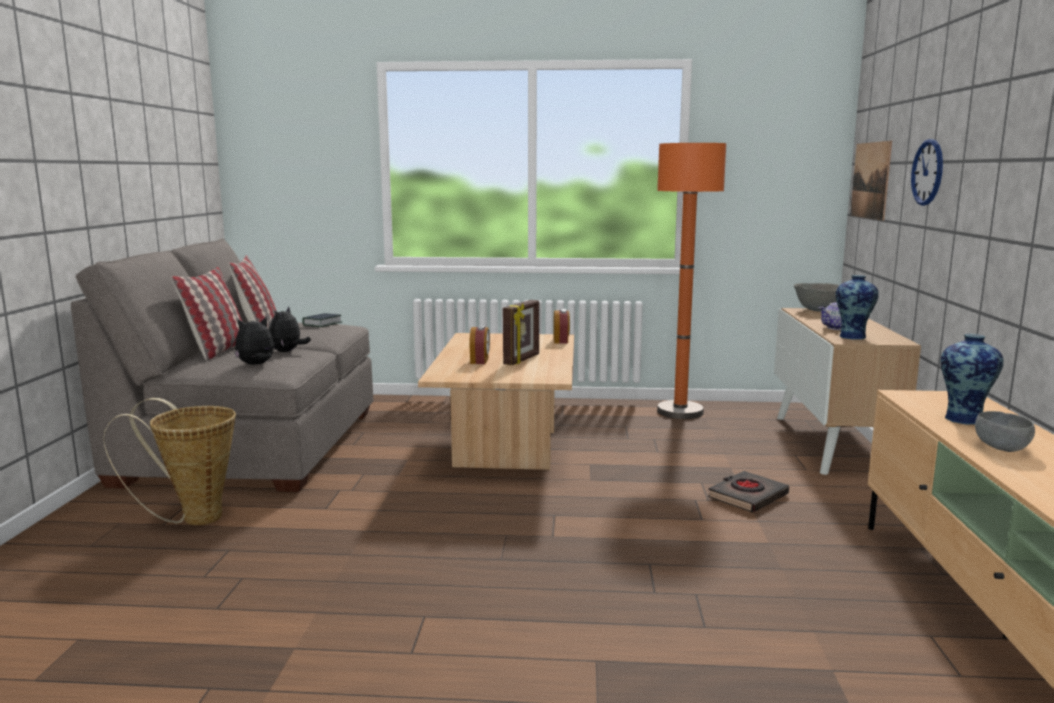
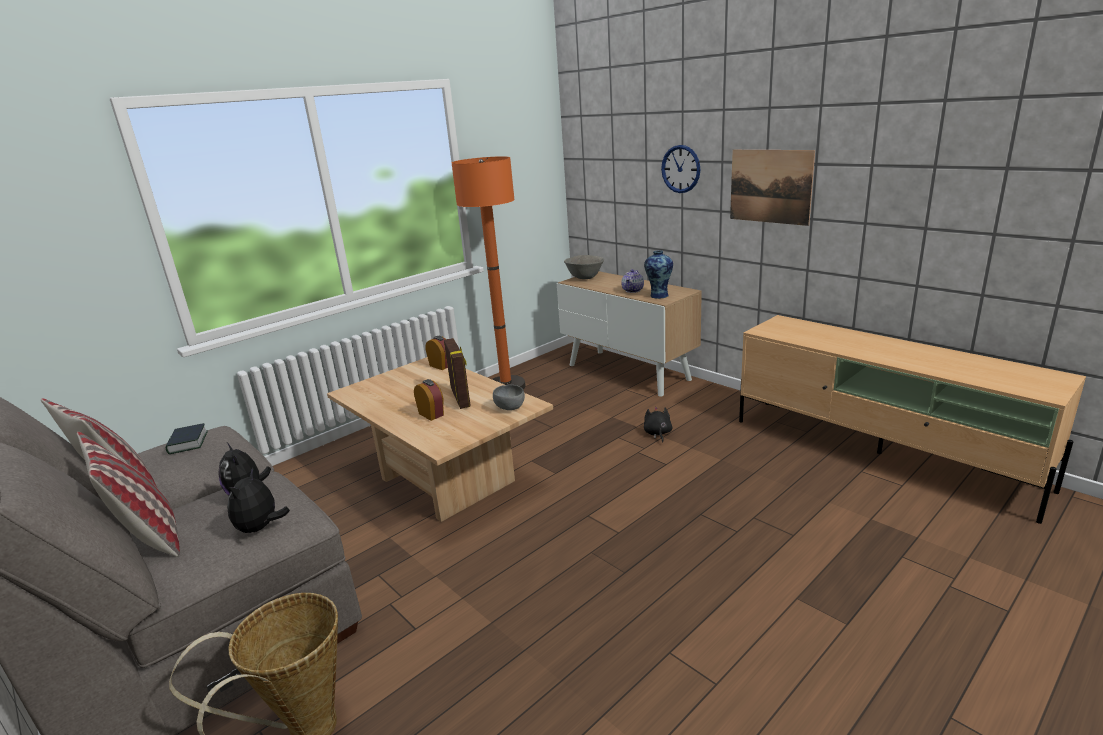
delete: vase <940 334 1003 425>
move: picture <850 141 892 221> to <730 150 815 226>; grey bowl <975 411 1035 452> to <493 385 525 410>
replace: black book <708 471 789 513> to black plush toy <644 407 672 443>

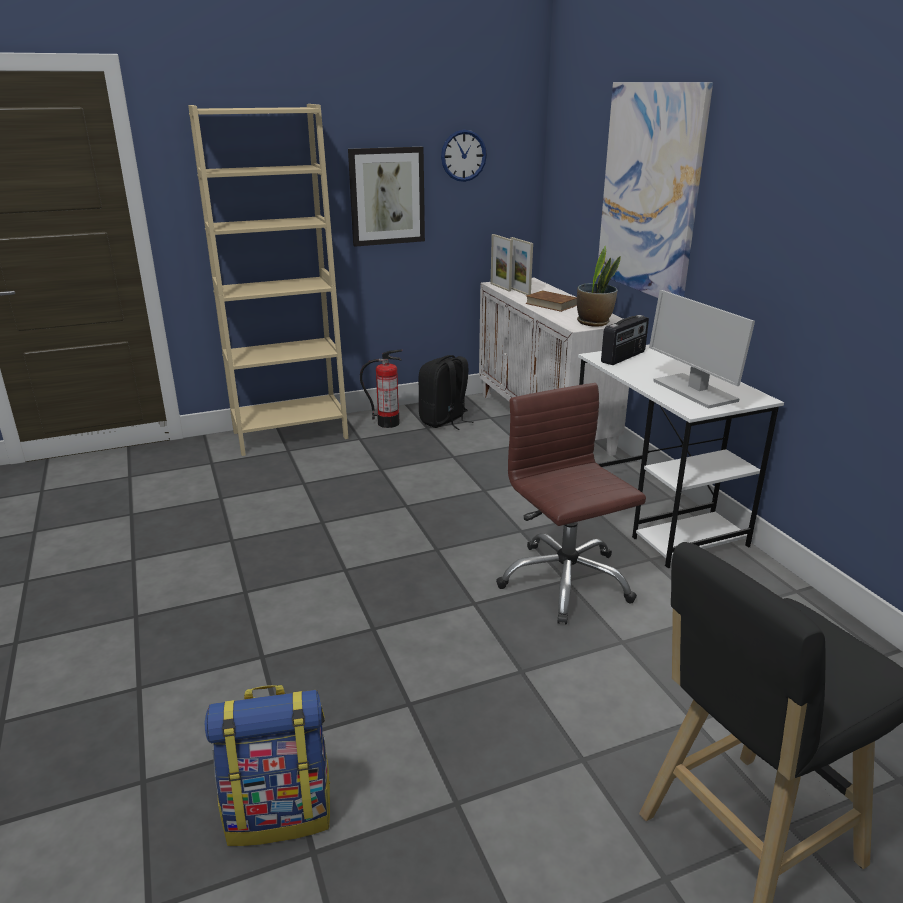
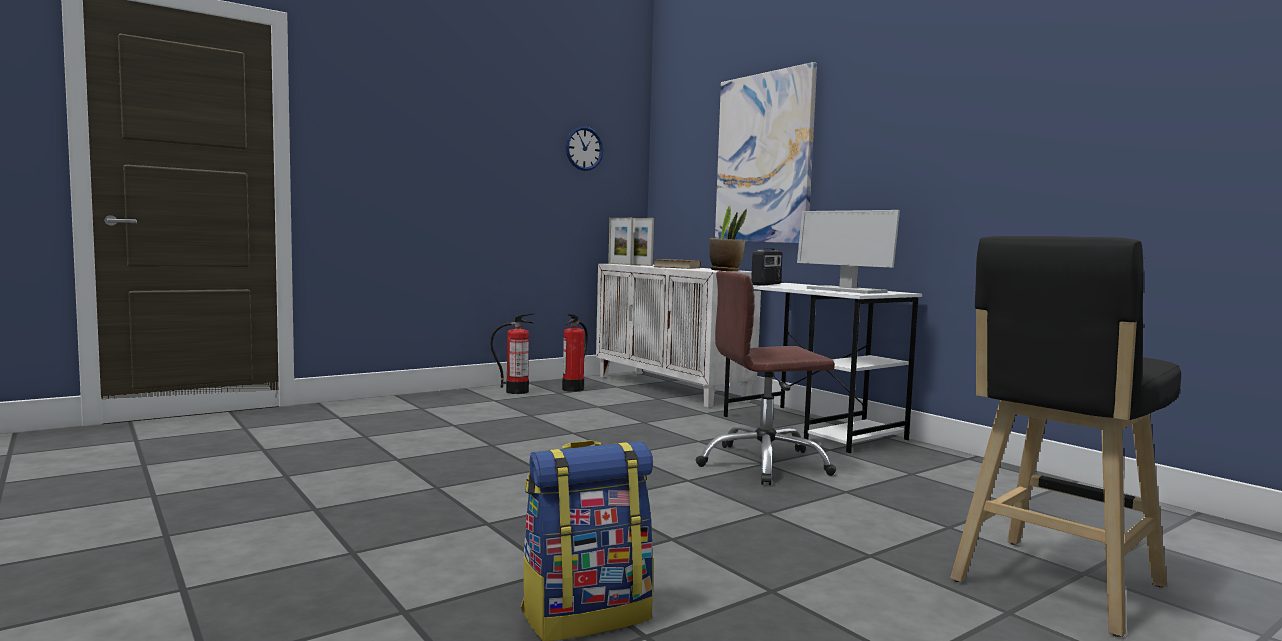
delete: beige bookcase <188 104 349 456>; picture <348 147 425 247>
replace: black backpack <419 355 474 430> to fire extinguisher <562 314 588 392>
rotate: brown office chair <496 383 646 625> = <696 271 837 485> 60 degrees counterclockwise

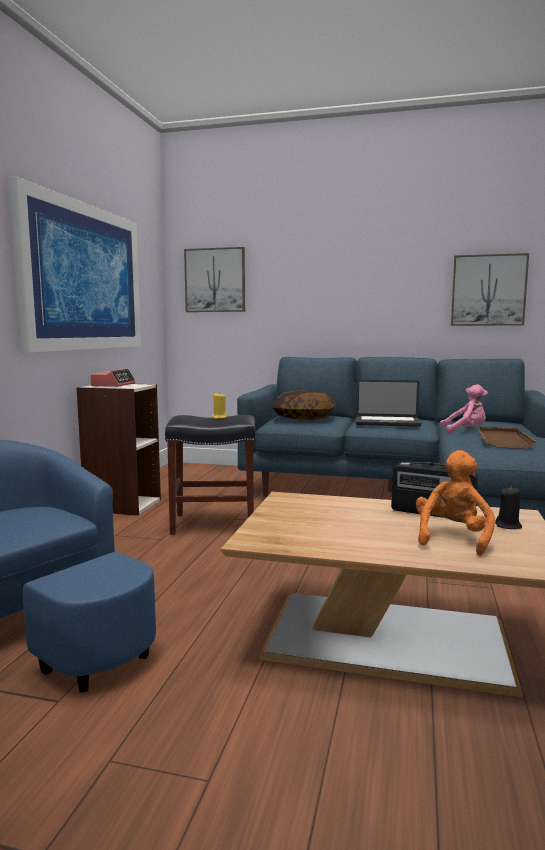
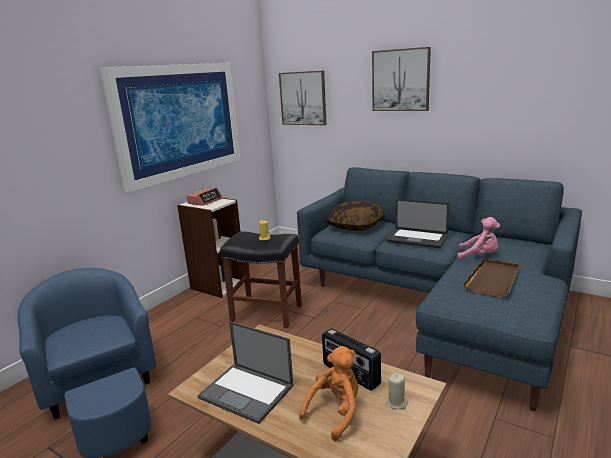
insert: laptop <197 321 294 424>
move: picture <451 253 529 326> to <372 47 431 111>
recolor: black candle <495 487 522 529> to beige candle <386 373 408 409>

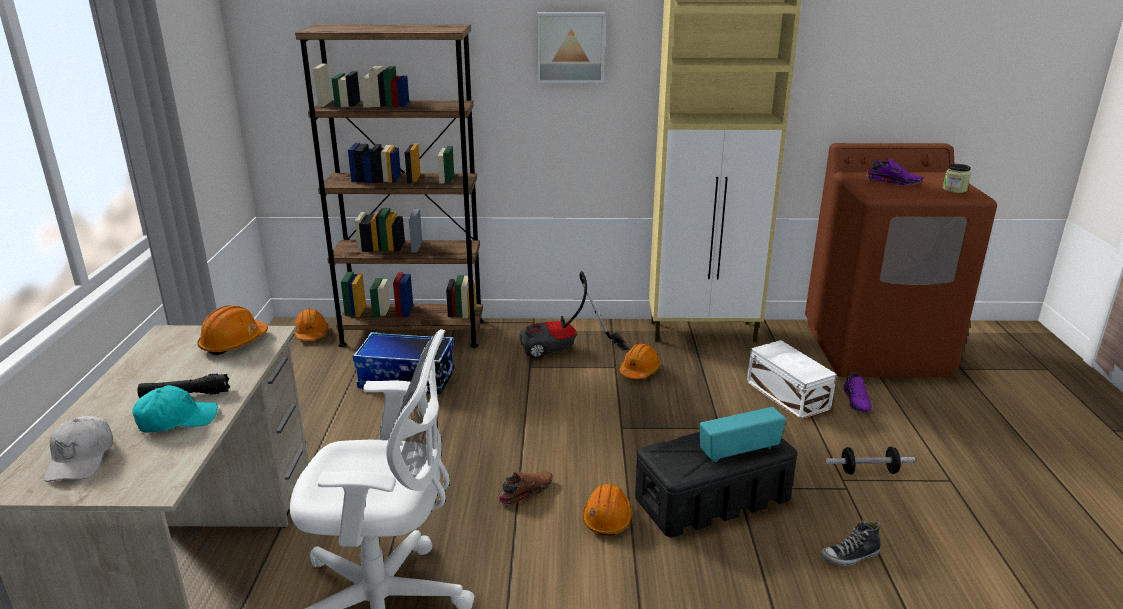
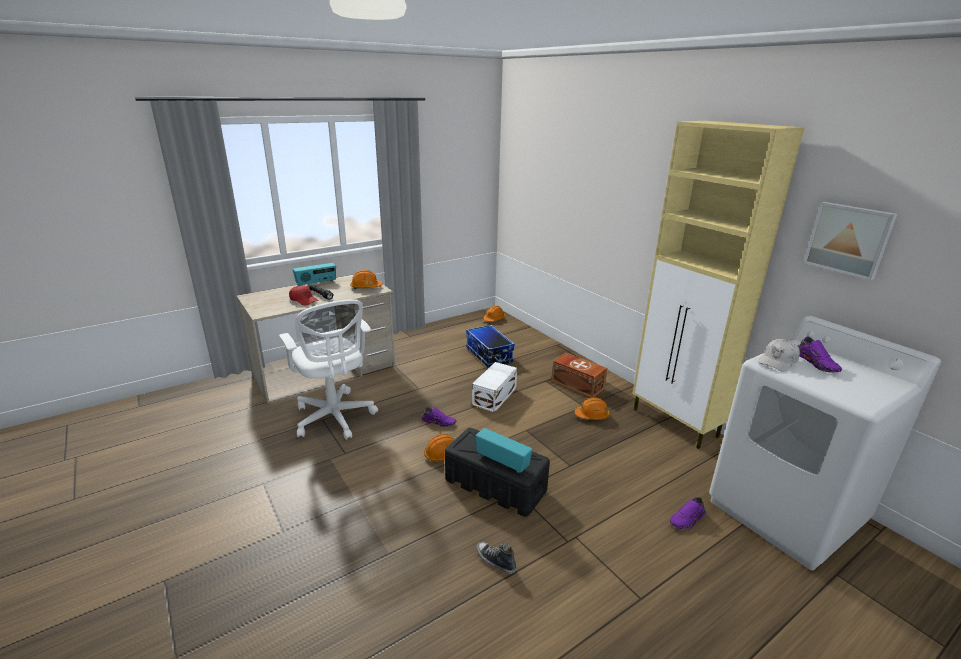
delete: brown bookcase <295 24 483 348>; dumbbell <826 447 915 475>; jar <943 164 971 193>
insert: radio <293 263 336 285>
move: white cap <44 416 113 482> to <758 339 800 372>; picture <537 12 605 83> to <803 202 897 280>; white storage box <747 340 837 420> to <472 362 517 413>
replace: vacuum cleaner <520 271 629 359> to brown storage box <551 353 607 398>
recolor: turquoise cap <132 385 218 432> to red cap <289 285 319 305>; brown shoe <497 472 553 505> to purple shoe <421 407 456 427>; brown washing machine <805 143 997 377> to white washing machine <709 316 941 570>

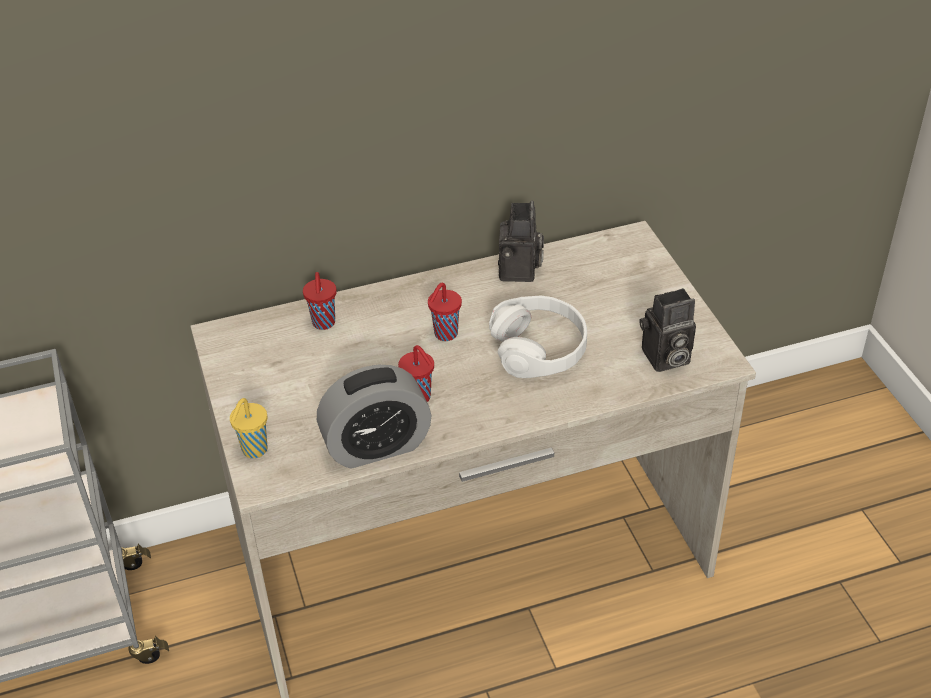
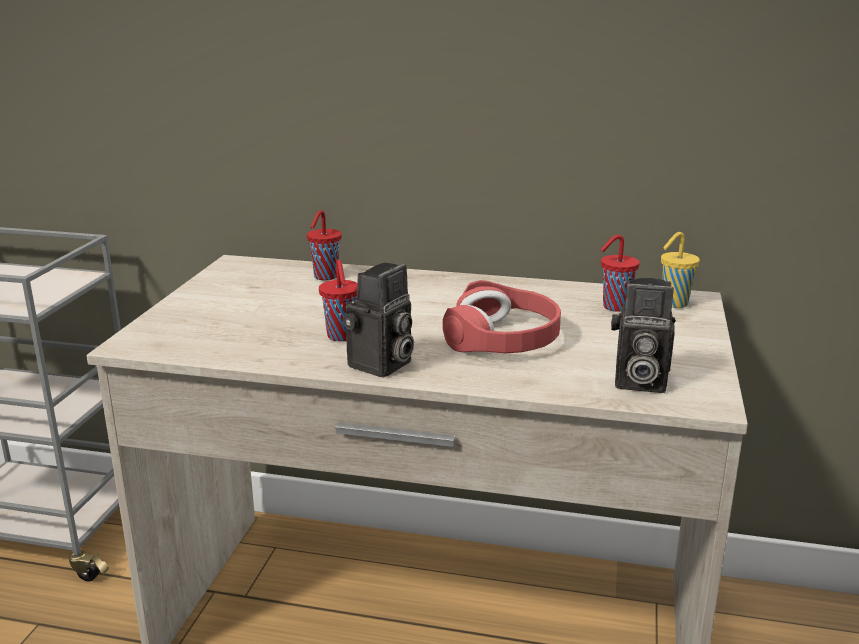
delete: alarm clock <317 365 431 469>
move: yellow cup <230 398 267 458> to <661 232 700 308>; red cup <428 283 462 341> to <601 234 640 312>; photo camera <498 200 544 282> to <343 263 414 378>
recolor: white headphones <489 295 587 378> to red headphones <443 280 561 353>

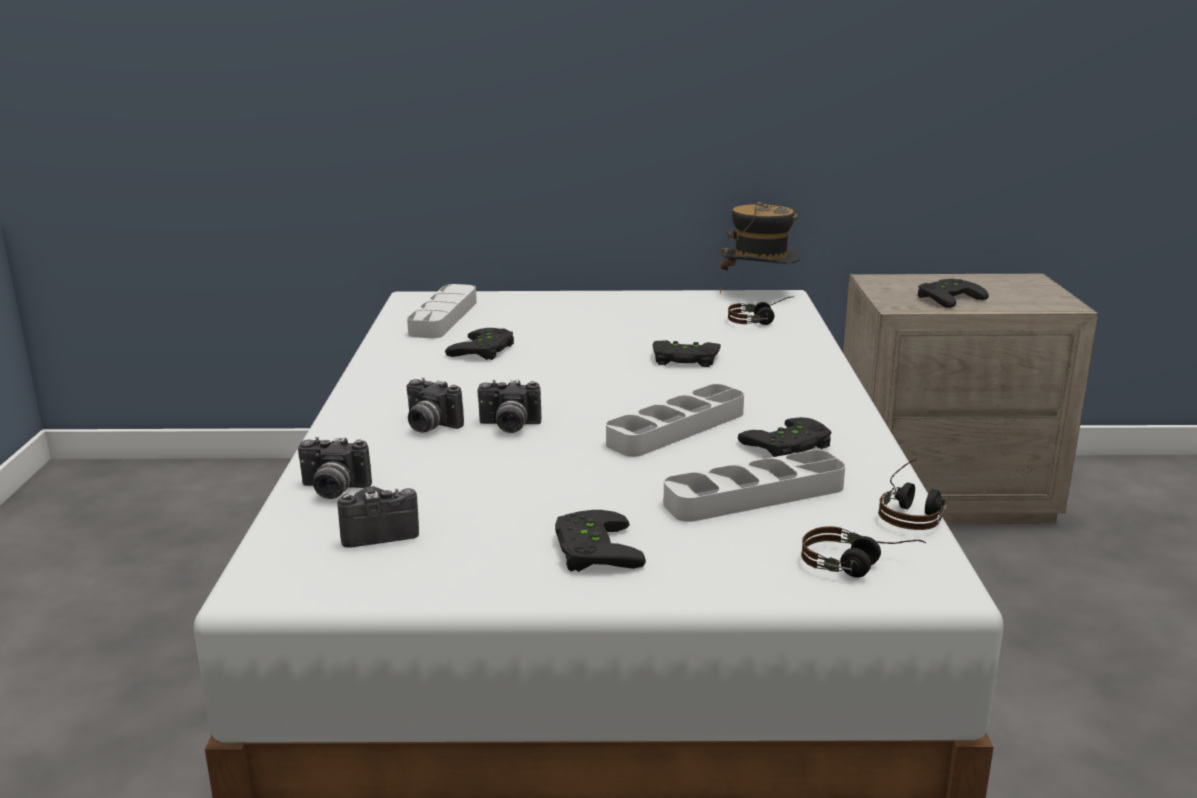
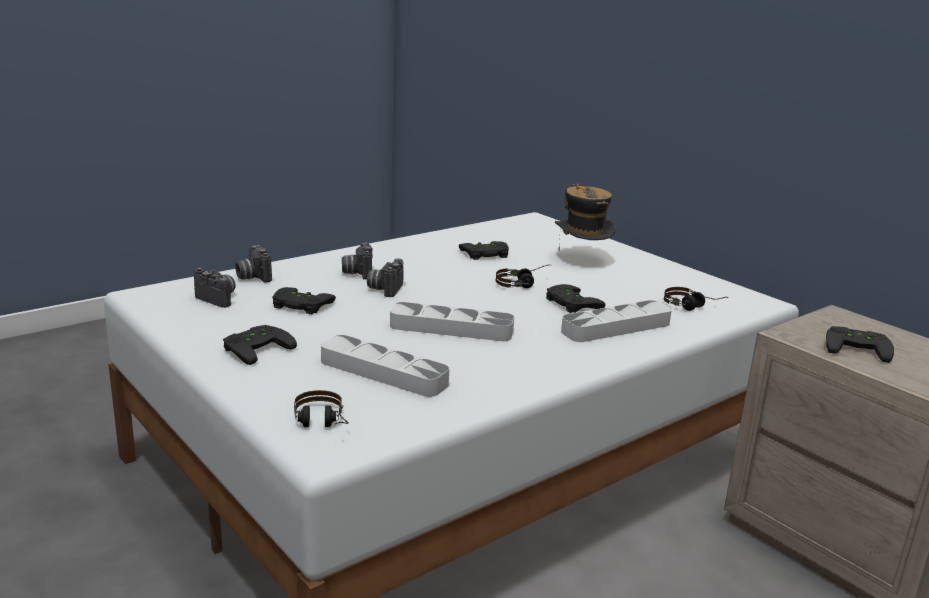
move: grey tray <407 284 477 338> to <561 300 672 342>; hat <720 202 800 294> to <555 184 616 250>; black game controller <738 417 832 457> to <272 287 336 315>; headphones <878 459 947 530> to <496 265 548 288>
rotate: photo camera <478 380 542 433> = <367 258 404 297> 45 degrees clockwise

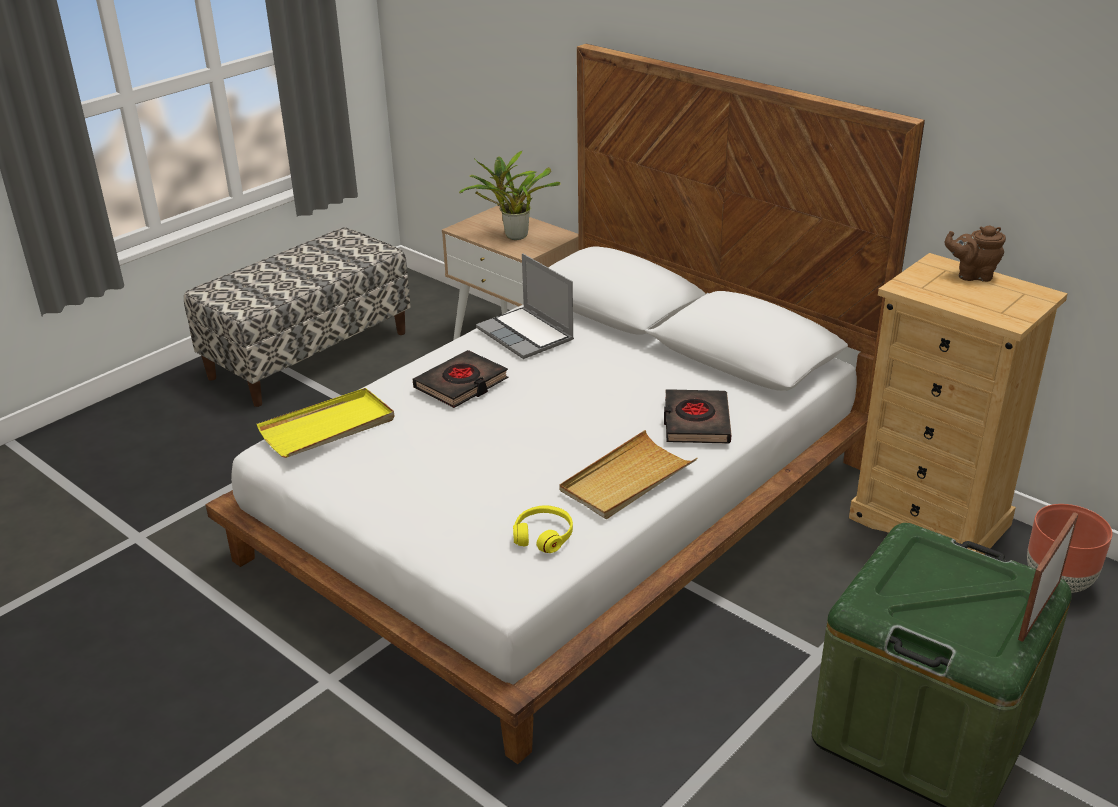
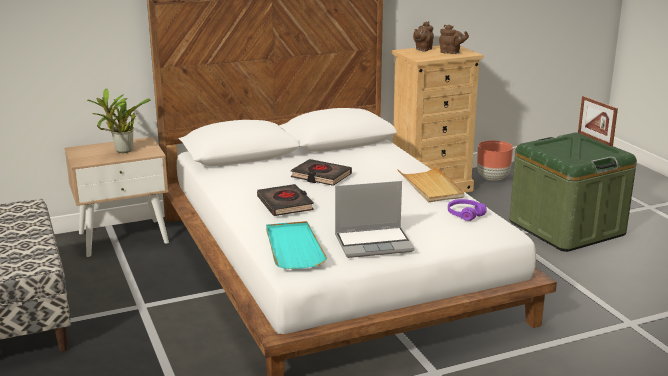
insert: brown teapot <439 25 469 54>
move: laptop <476 253 574 359> to <335 181 415 258>; black book <664 389 732 444> to <291 159 352 186>
recolor: yellow tray <257 388 395 458> to turquoise tray <266 221 327 269>; yellow headphones <513 505 573 553> to purple headphones <448 199 487 221>

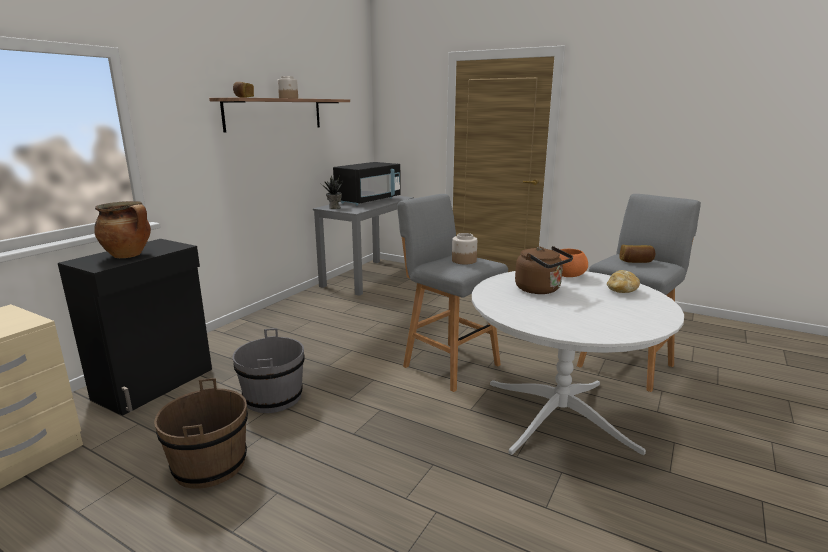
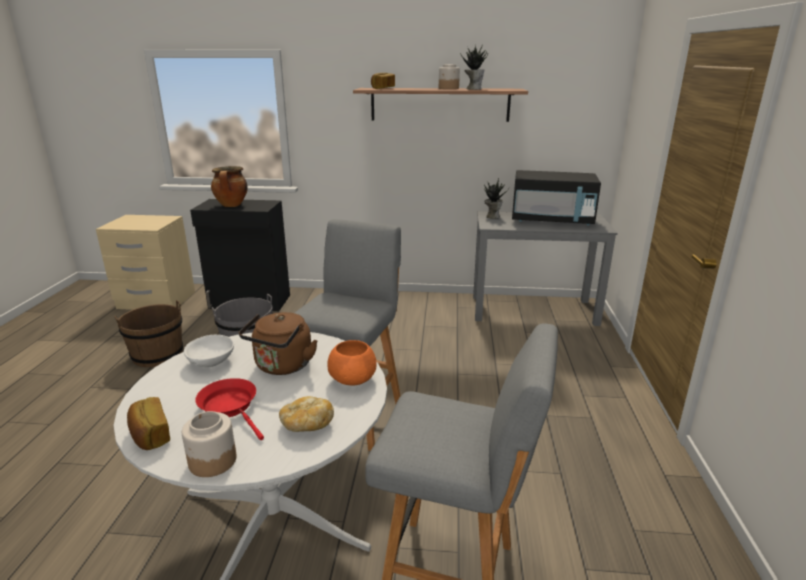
insert: white bowl <184 335 234 367>; red frying pan <195 378 264 440>; potted plant <460 45 488 90>
move: jar <452 233 477 264> to <182 411 236 477>; bread <619 245 655 263> to <127 397 170 450>

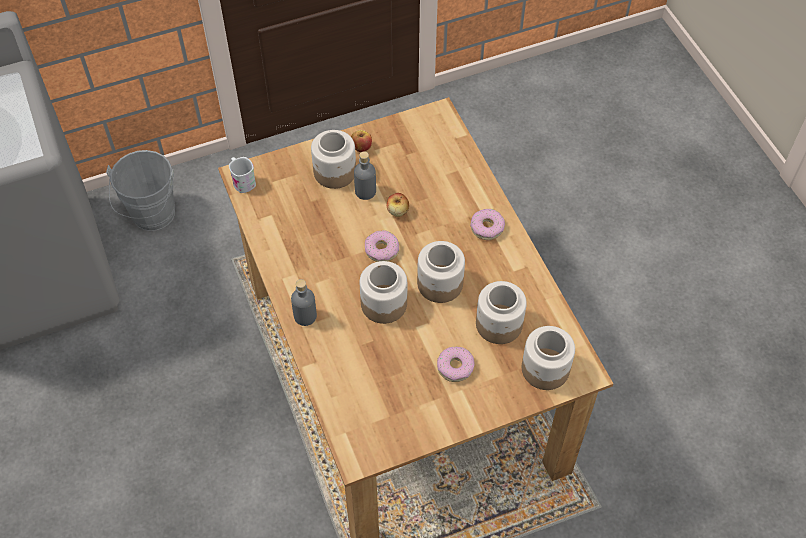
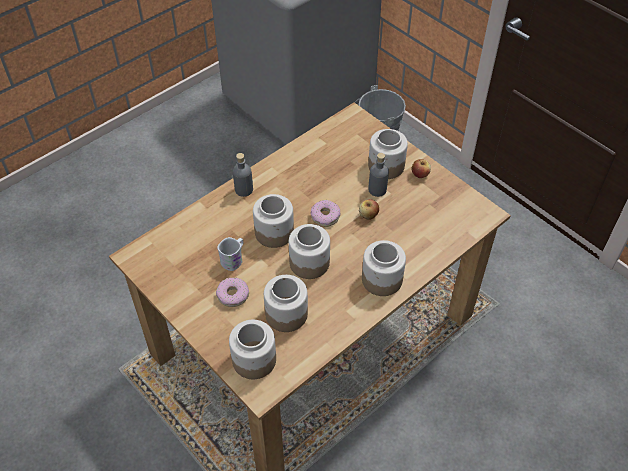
move: white mug <229 157 256 193> to <217 237 243 271>
replace: donut <470 209 505 240> to jar <362 240 406 296>

